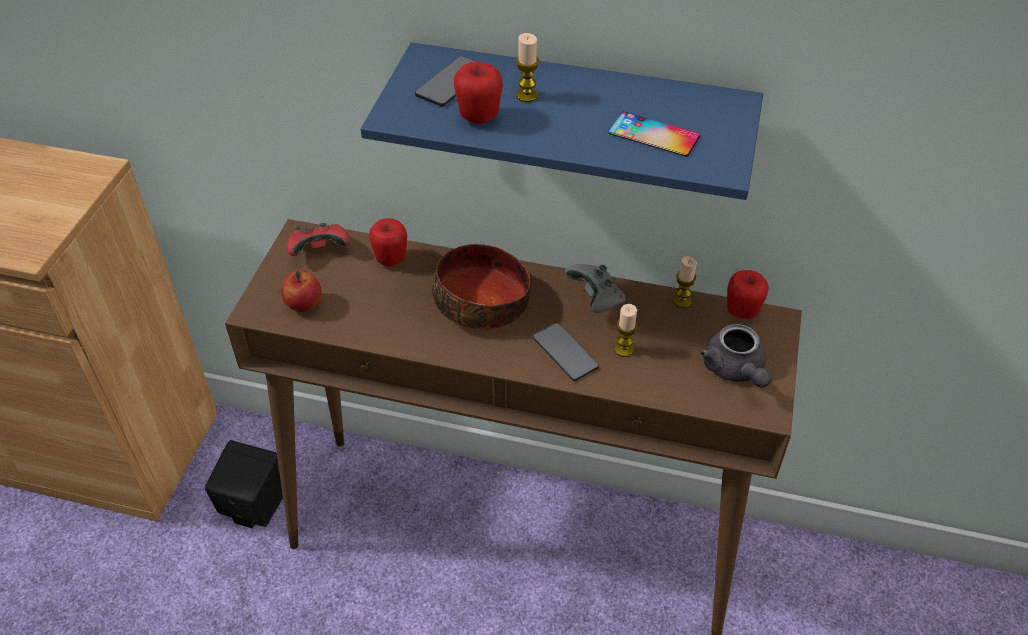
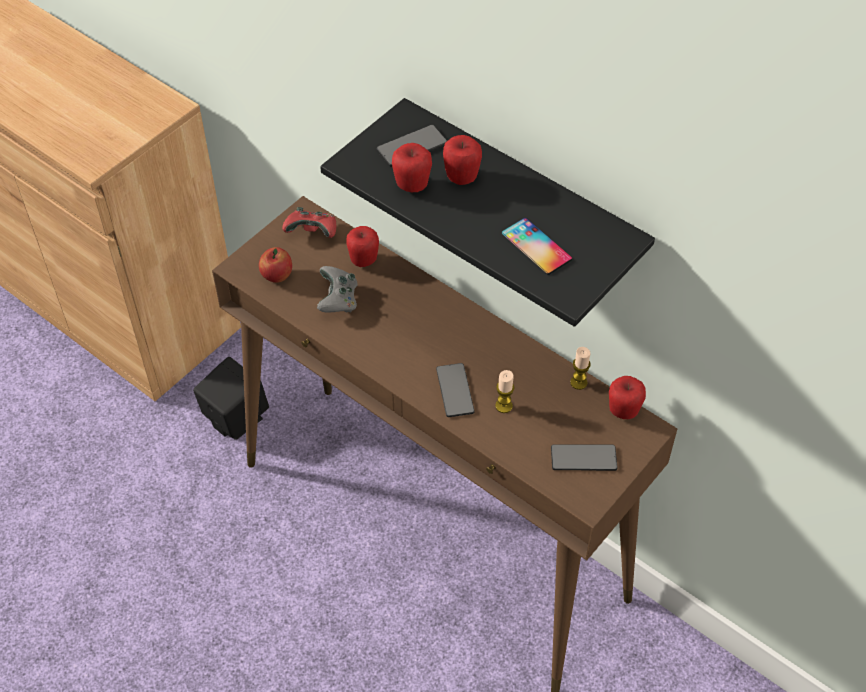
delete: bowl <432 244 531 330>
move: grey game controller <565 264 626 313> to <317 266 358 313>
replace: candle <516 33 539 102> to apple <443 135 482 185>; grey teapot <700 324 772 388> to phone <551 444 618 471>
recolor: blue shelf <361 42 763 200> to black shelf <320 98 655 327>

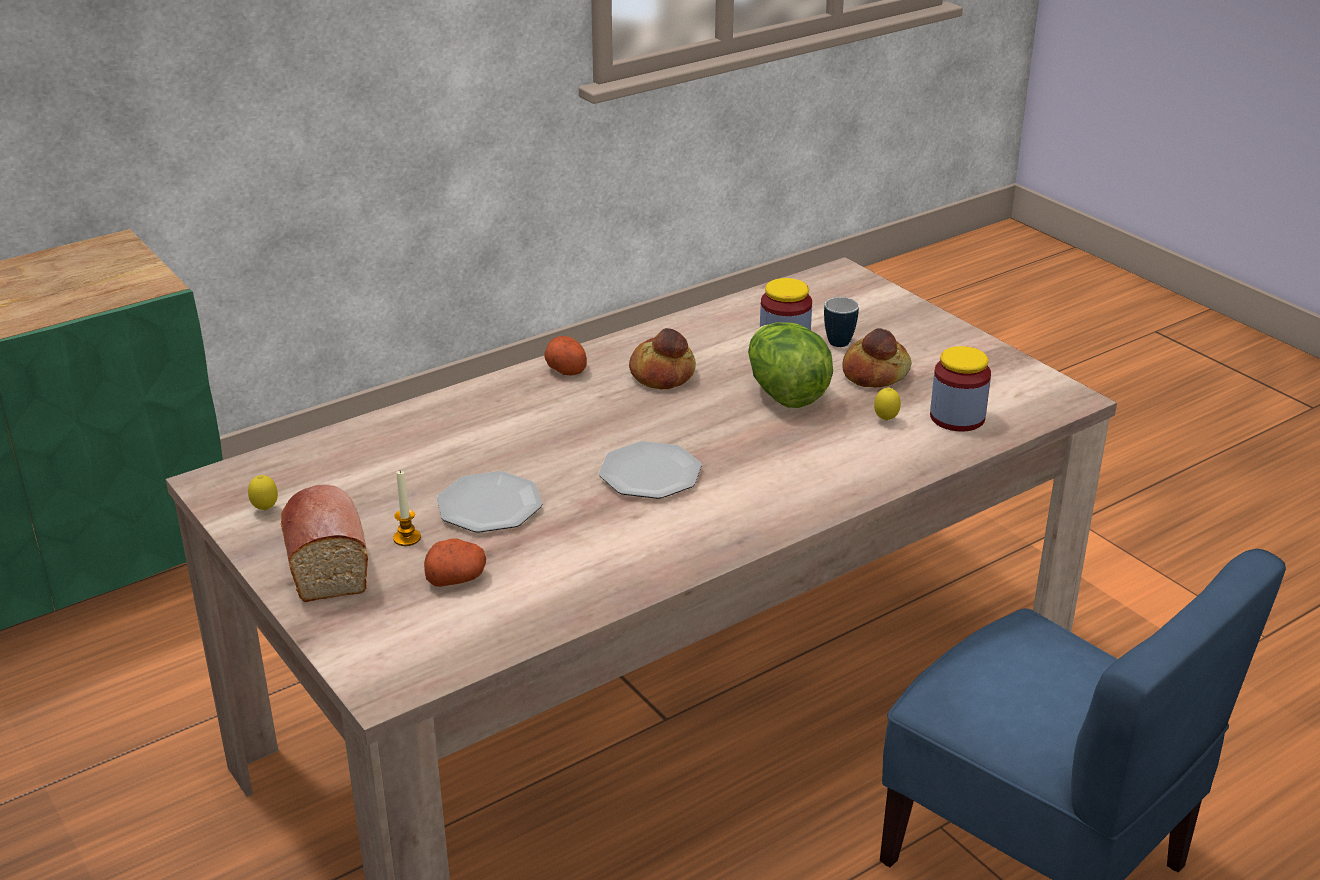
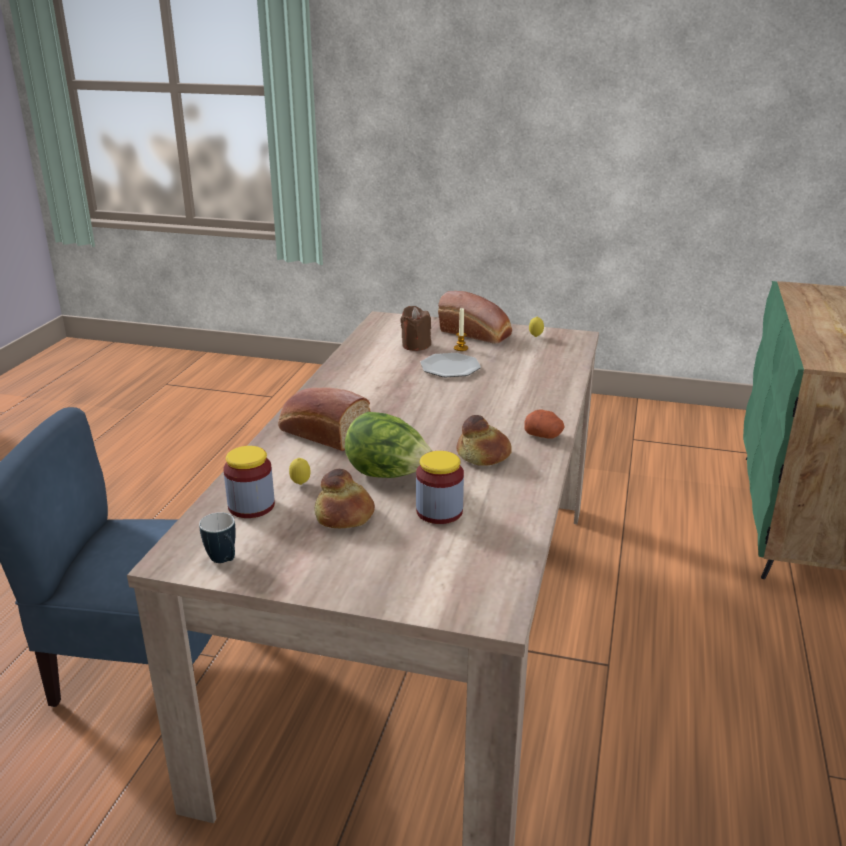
delete: plate <599 441 702 499>
insert: bread <278 387 370 451>
move: mug <824 297 859 347> to <199 512 235 563>
replace: potato <424 538 486 587> to brown candle <400 306 431 351>

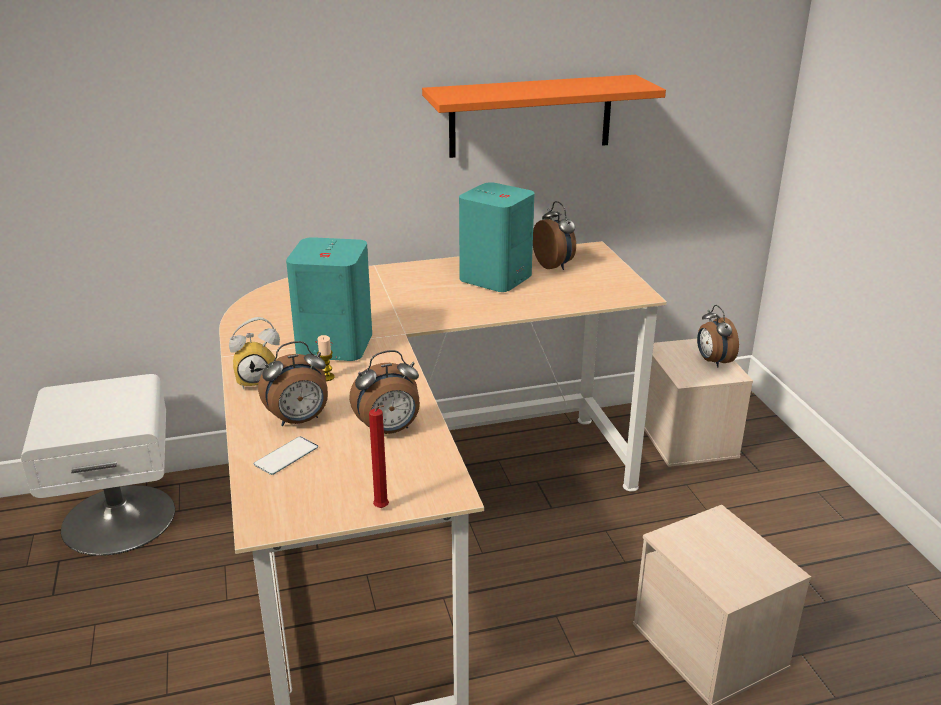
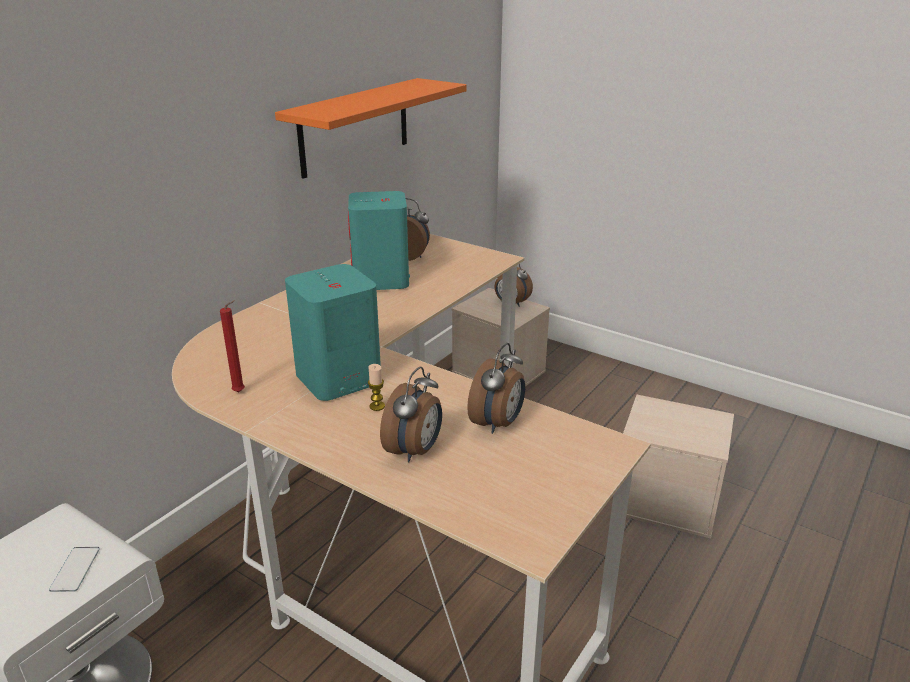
delete: alarm clock <229 317 280 389>
move: phone <254 437 318 475> to <49 547 100 592>; red candle <369 405 389 508> to <220 300 245 392>

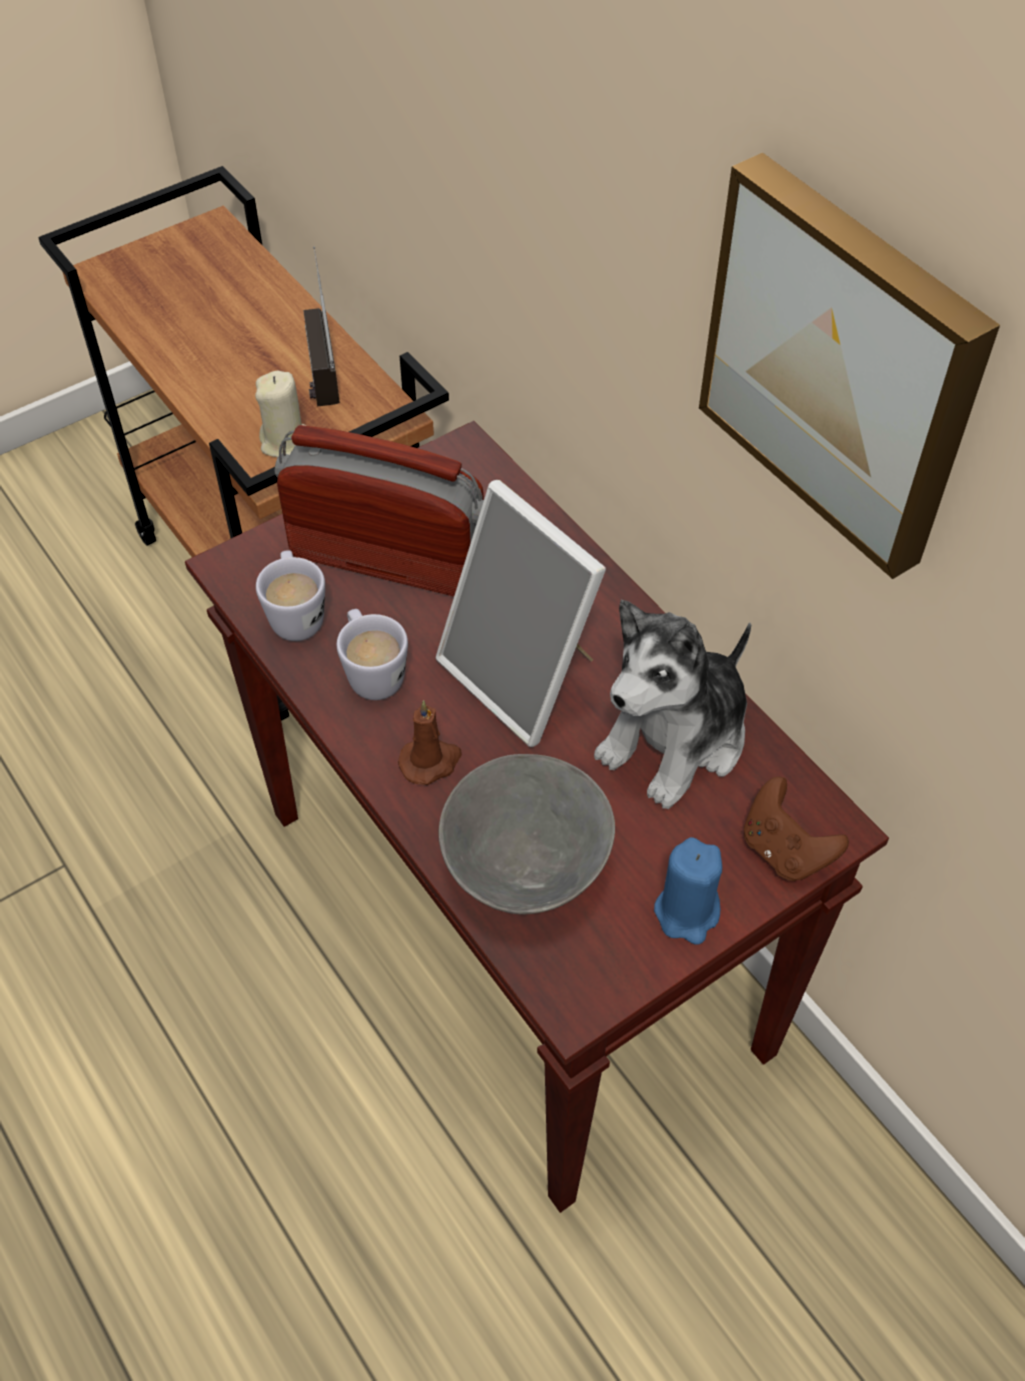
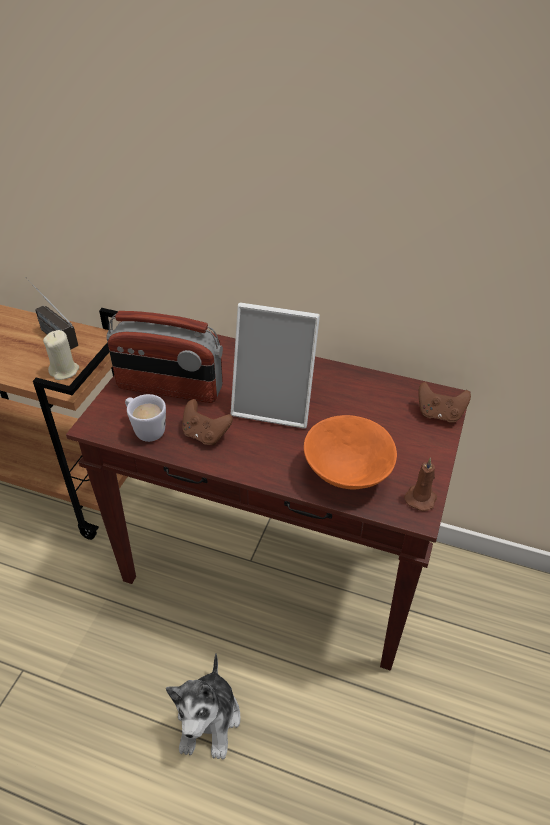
delete: blue candle <654 837 722 944>; picture <699 153 1000 579>
move: brown candle <398 700 462 785> to <404 457 437 511>; plush toy <594 600 751 809> to <166 653 240 760>
replace: white mug <337 609 408 700> to brown game controller <182 399 233 445>
recolor: grey bowl <439 754 615 914> to orange bowl <304 415 397 490>
rotate: radio <275 425 484 597> = <107 311 223 403> 150 degrees counterclockwise

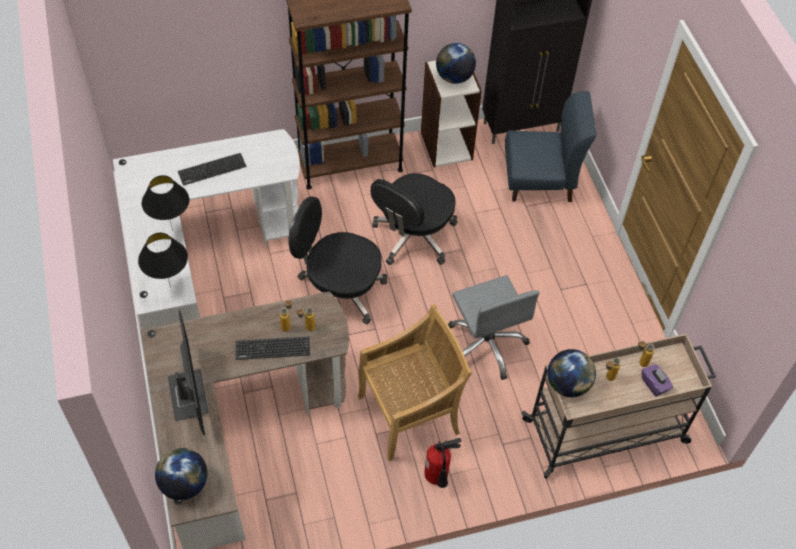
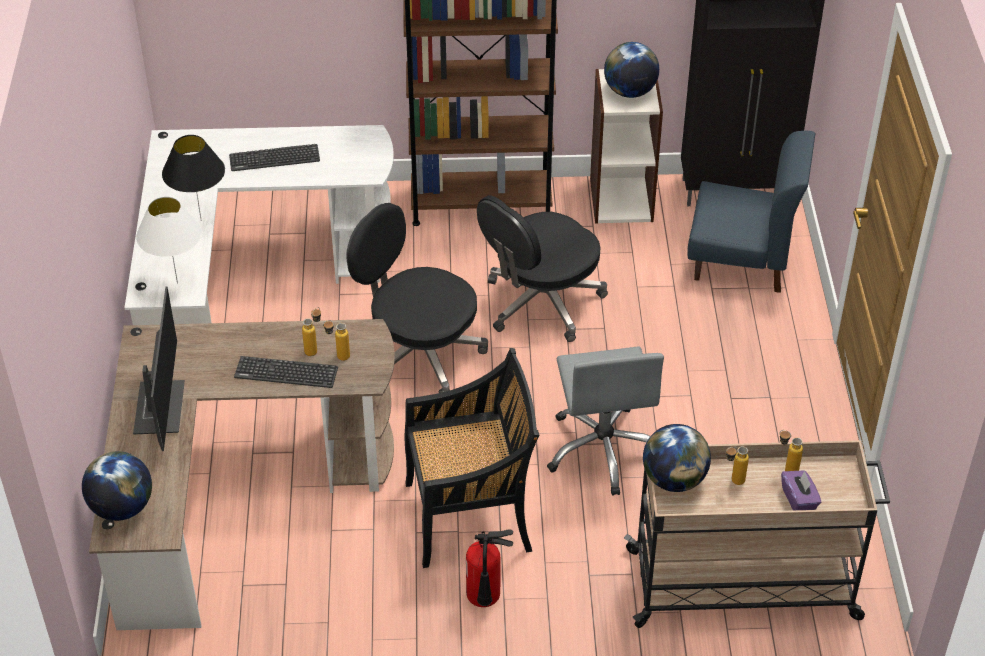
recolor: black table lamp <138 233 188 288> to white table lamp <136 196 202 284>; beige chair <358 304 472 461> to black chair <405 348 539 568>

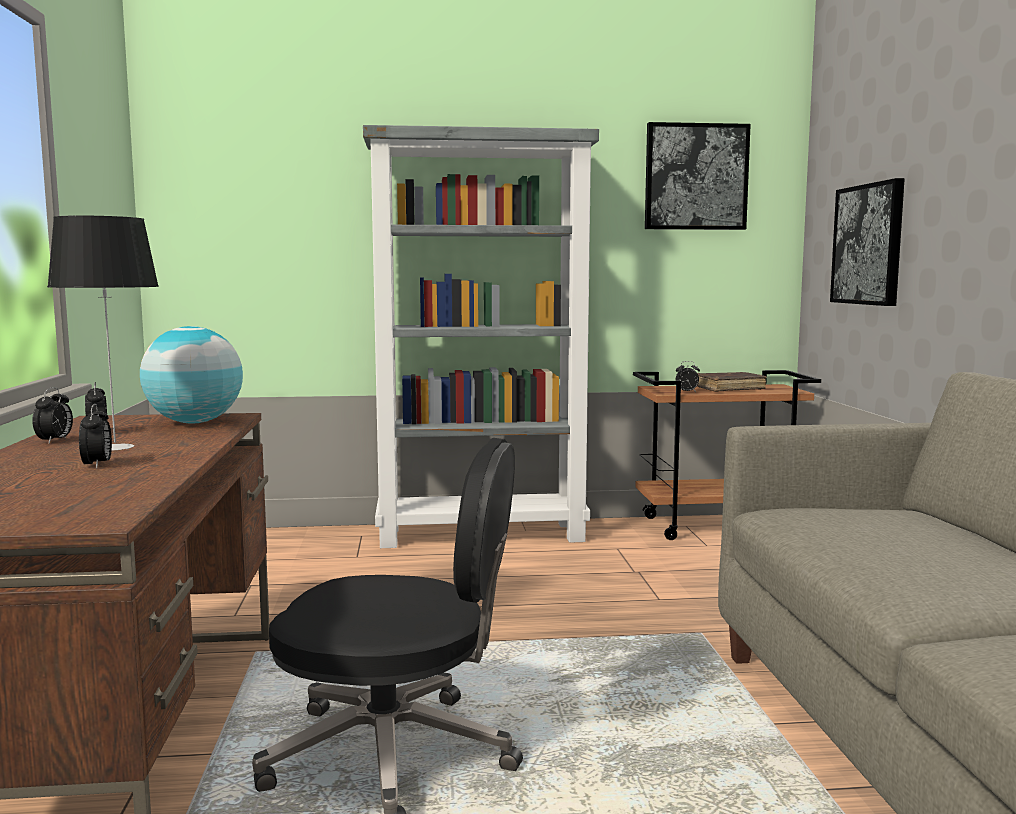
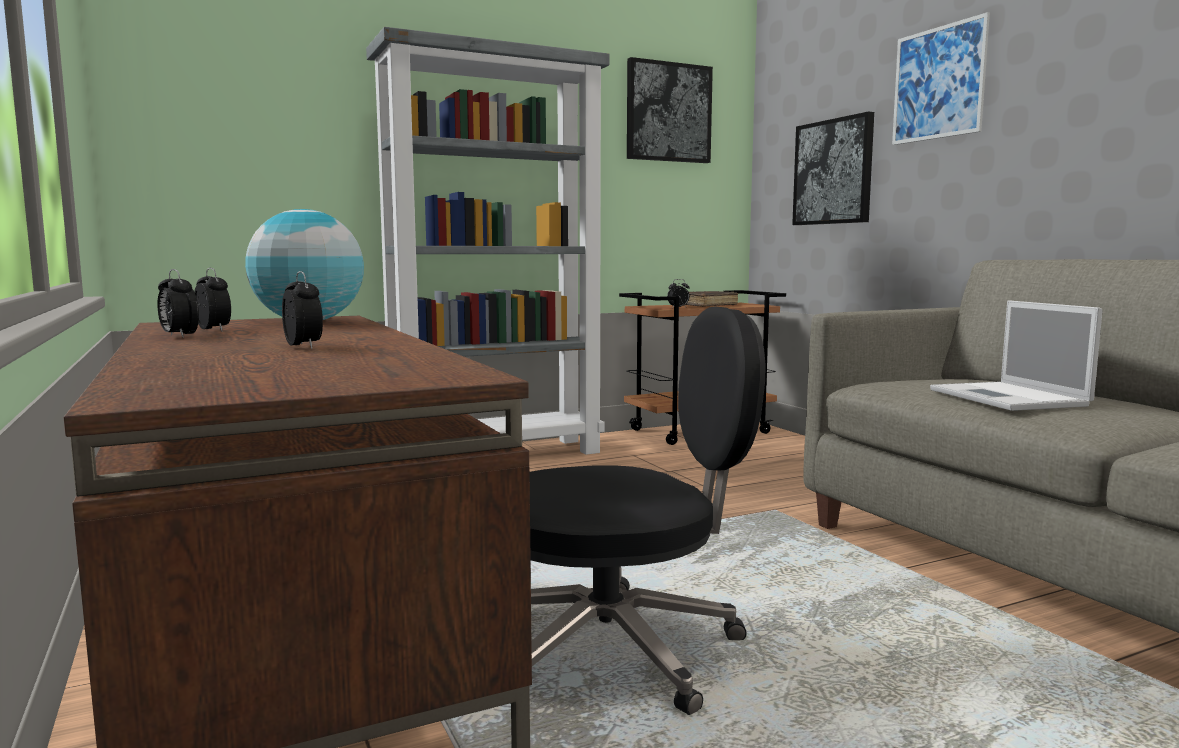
delete: table lamp <47 215 159 451>
insert: picture <892 12 990 145>; laptop <930 300 1103 411>
rotate: alarm clock <32 387 73 443> = <157 269 199 338> 150 degrees clockwise

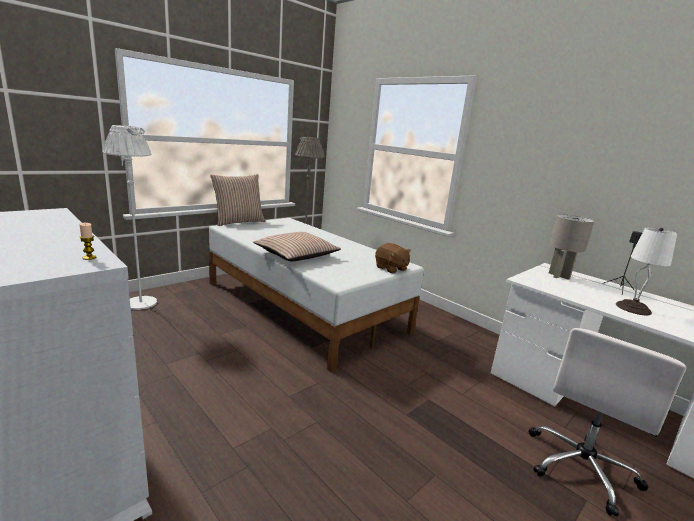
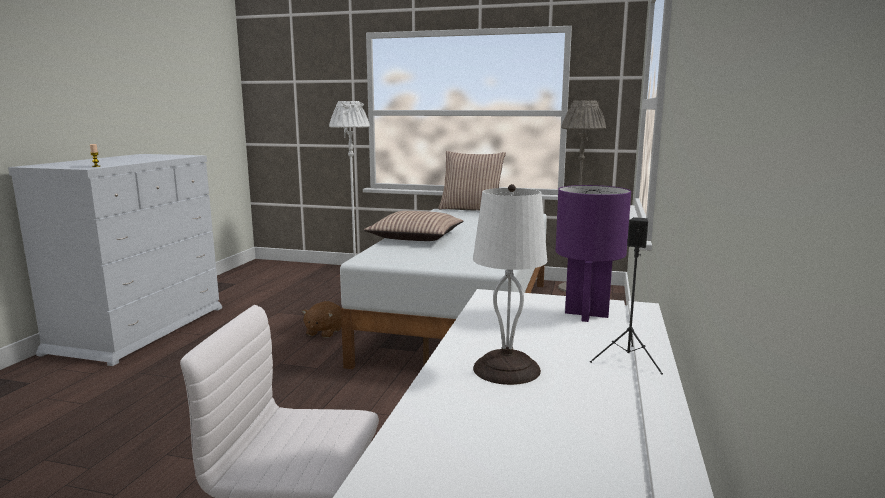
move: brown plush toy <375 243 411 274> to <302 301 341 338>
recolor: grey table lamp <549 214 594 280> to purple table lamp <555 185 631 322>

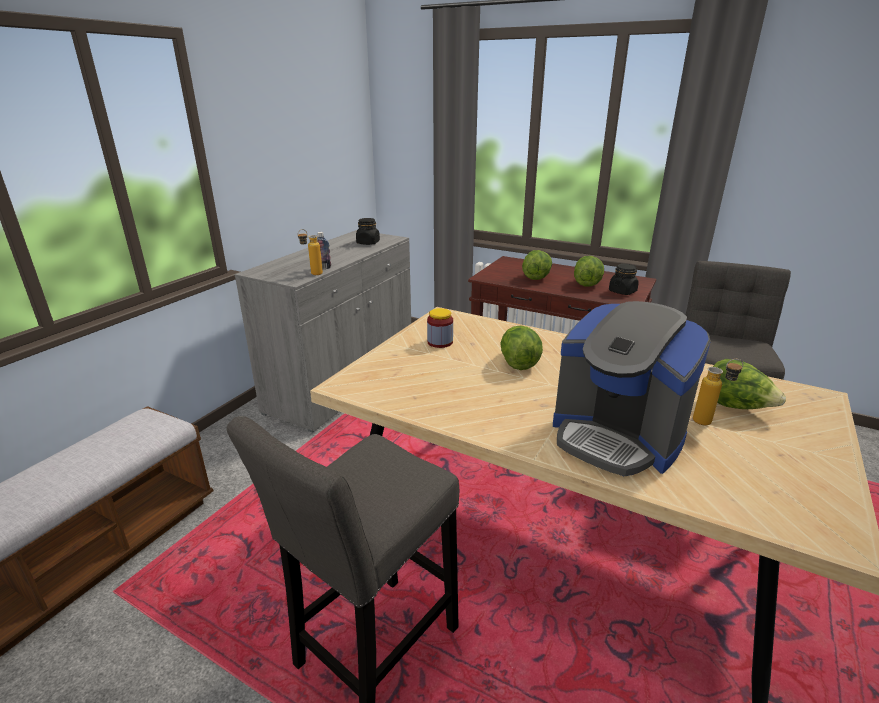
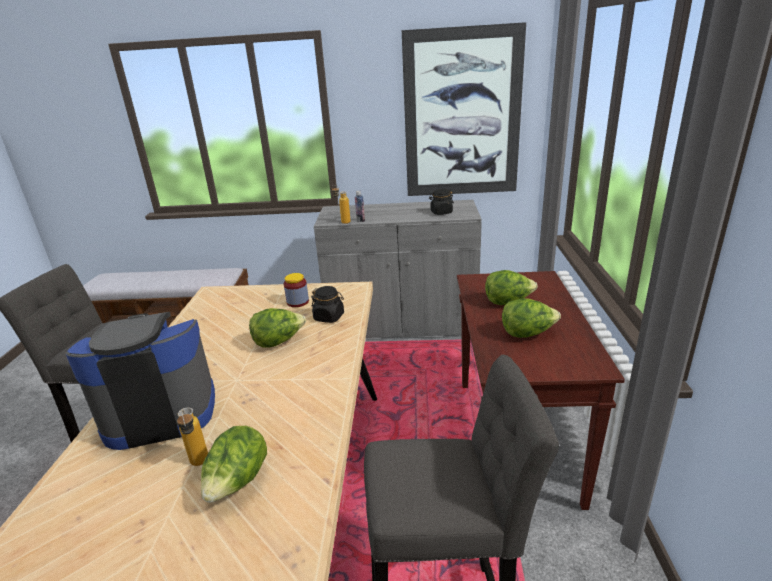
insert: picture <402 22 526 196>
move: black jar <609 264 639 295> to <311 286 344 323>
rotate: coffee machine <553 301 711 477> = <66 312 215 450> 60 degrees clockwise

